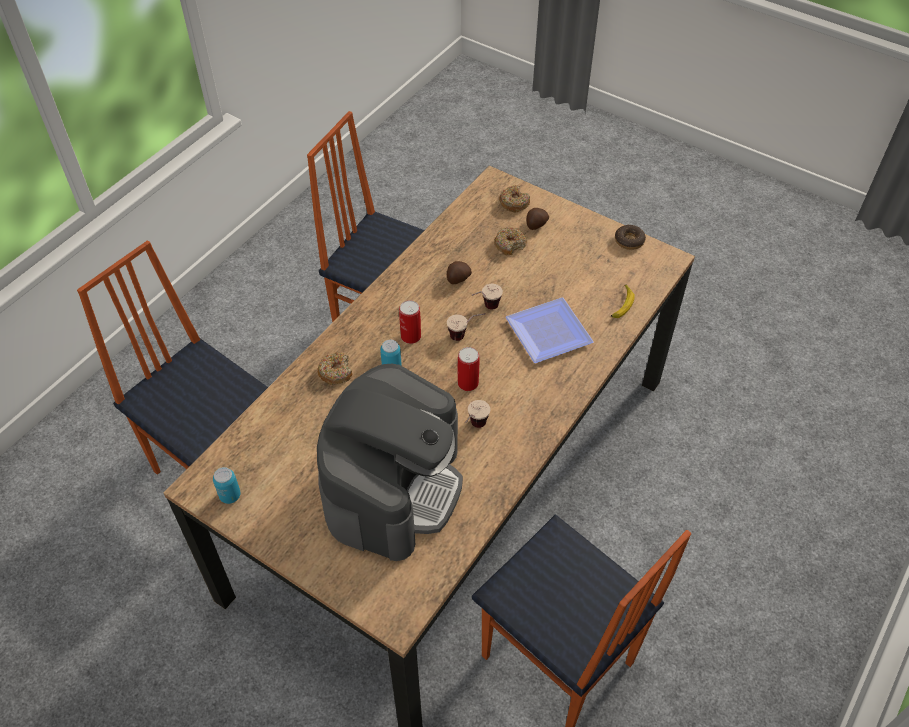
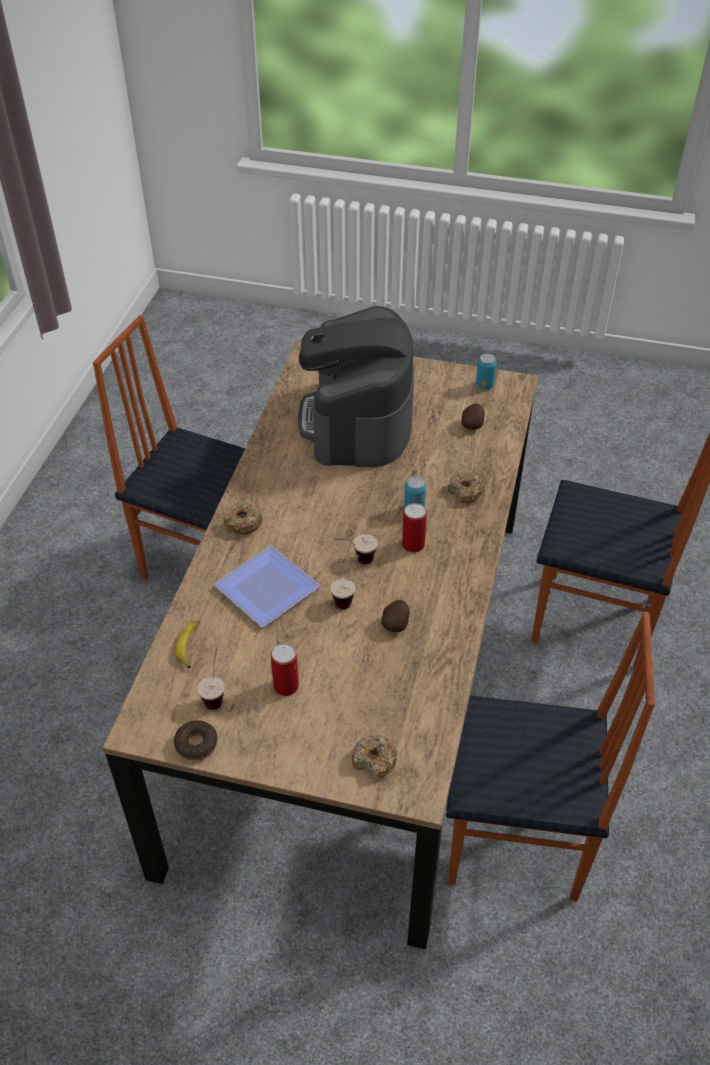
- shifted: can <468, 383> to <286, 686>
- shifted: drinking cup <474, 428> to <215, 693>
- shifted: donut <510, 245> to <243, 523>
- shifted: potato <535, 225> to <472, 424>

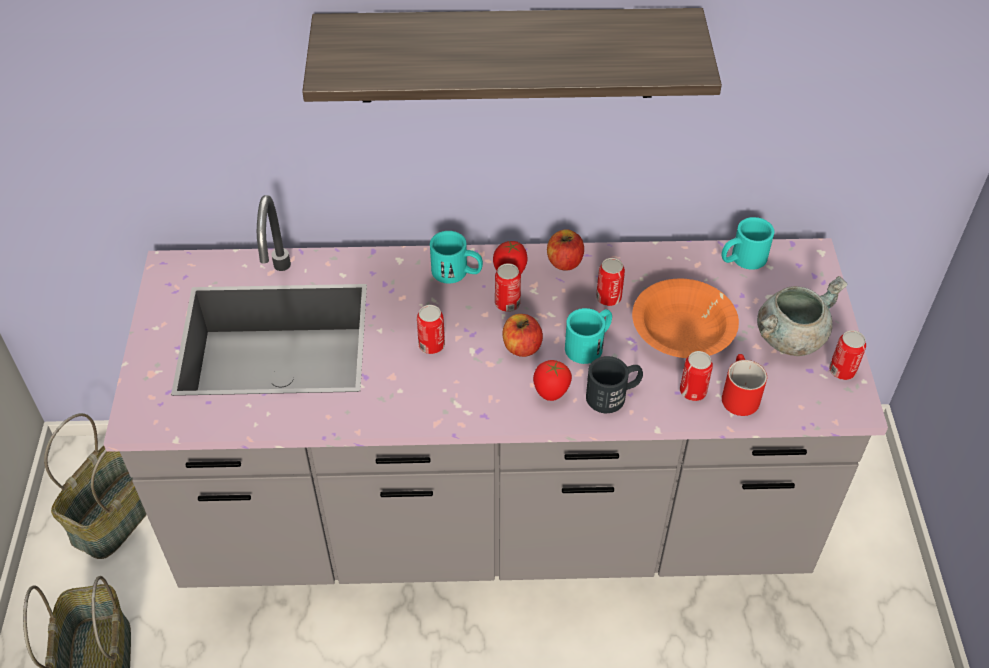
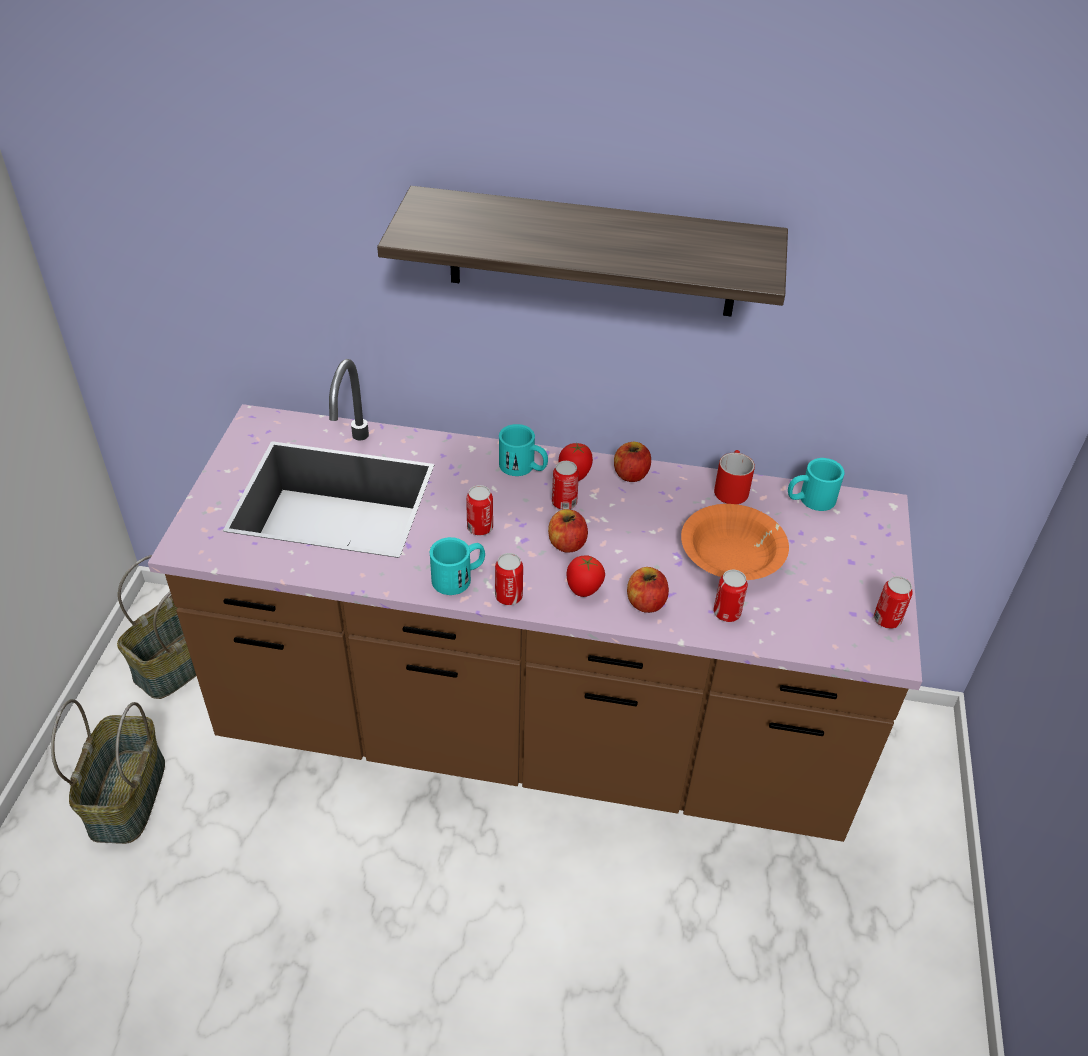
- gone: greyish saucepot <790, 337>
- shifted: turquoise tea mug <589, 344> to <459, 577>
- shifted: can <608, 298> to <508, 596>
- shifted: red tea mug <737, 394> to <730, 488>
- swapped: black-coloured tea mug <613, 395> to apple <645, 602>
- repainted: greyish kitchen base unit <494, 519> to brown kitchen base unit <536, 732>

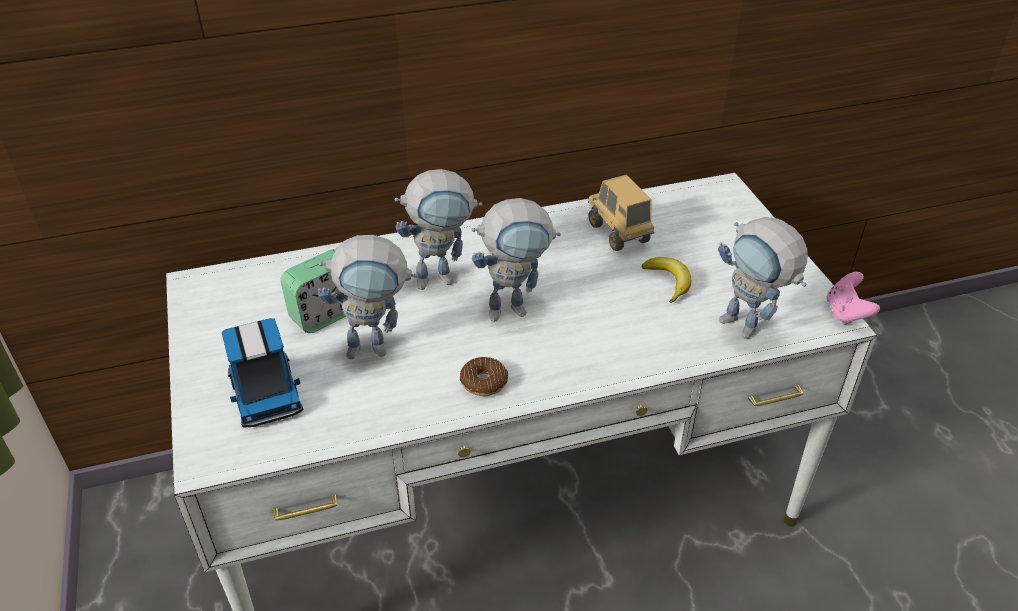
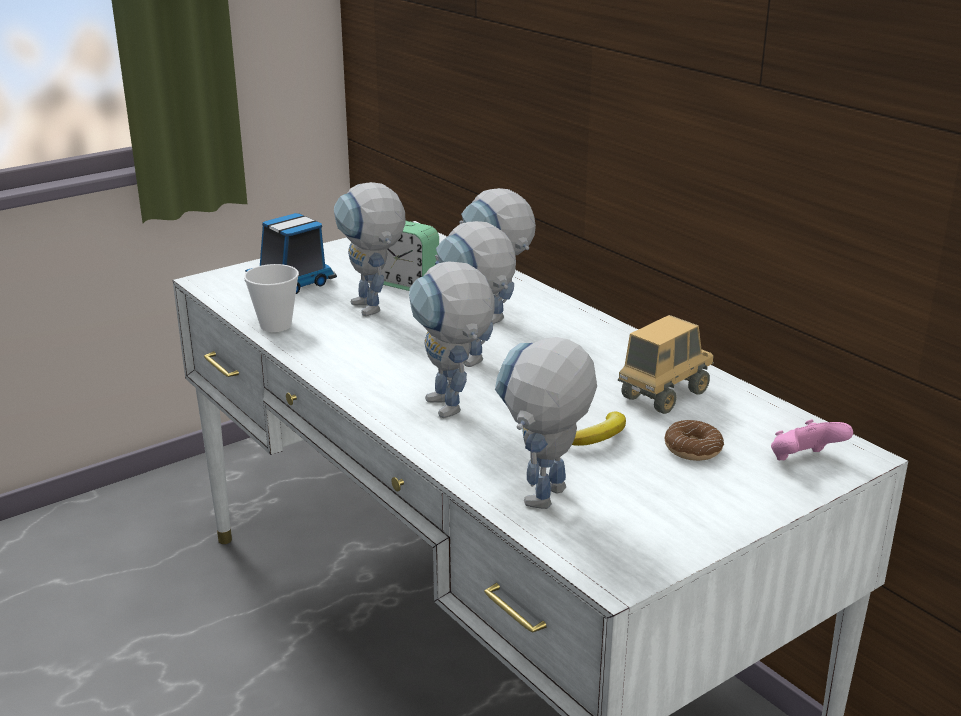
- new: drinking cup <275, 325>
- new: toy robot <452, 411>
- shifted: donut <484, 382> to <693, 449>
- shifted: pink-coloured joypad <846, 313> to <804, 461>

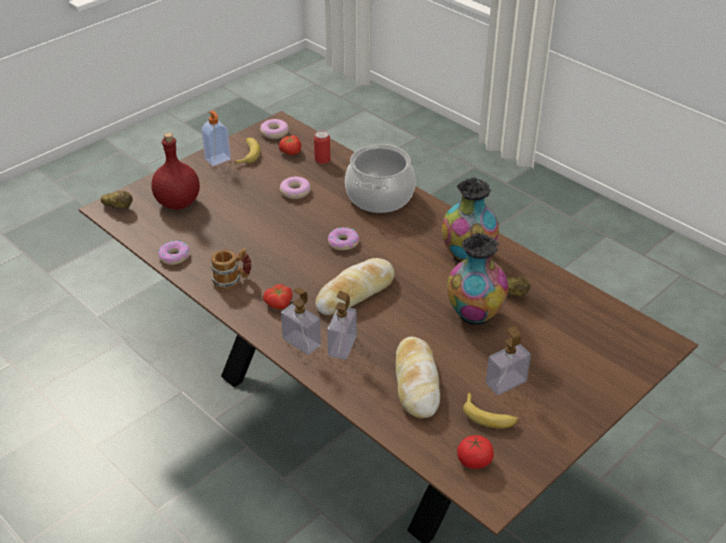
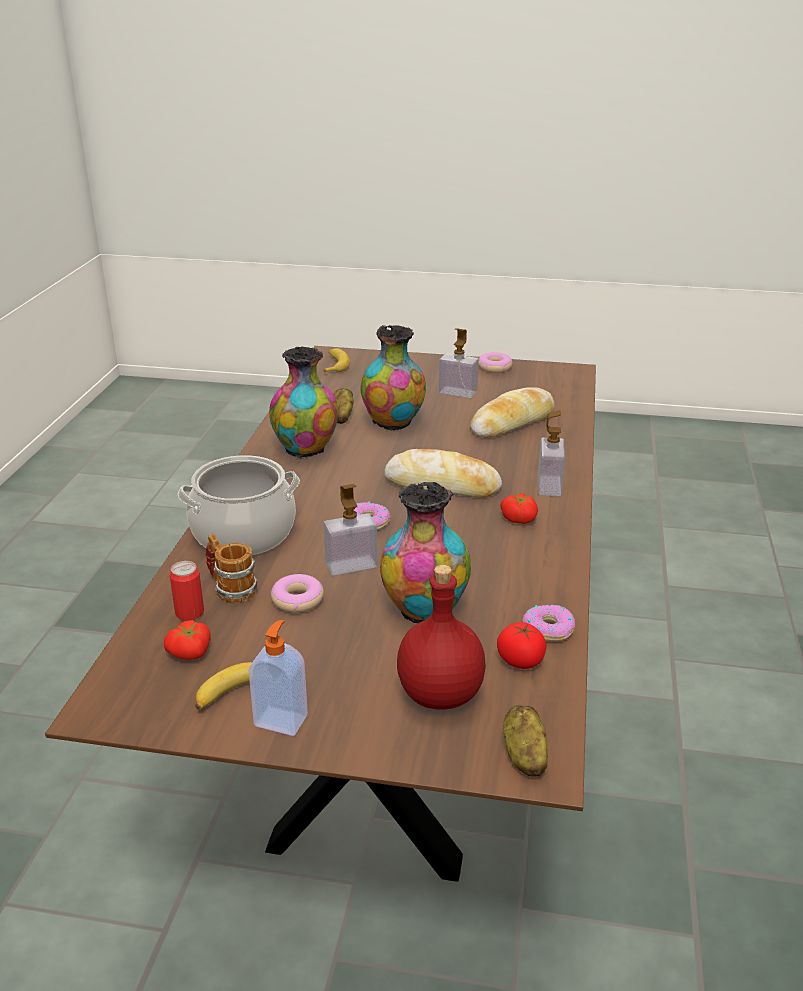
- new: vase <424, 610>
- shifted: tea mug <232, 280> to <230, 588>
- shifted: donut <274, 133> to <494, 368>
- shifted: soap dispenser <342, 346> to <351, 565>
- shifted: fresh tomato <474, 461> to <520, 661>
- shifted: whole banana <489, 416> to <334, 365>

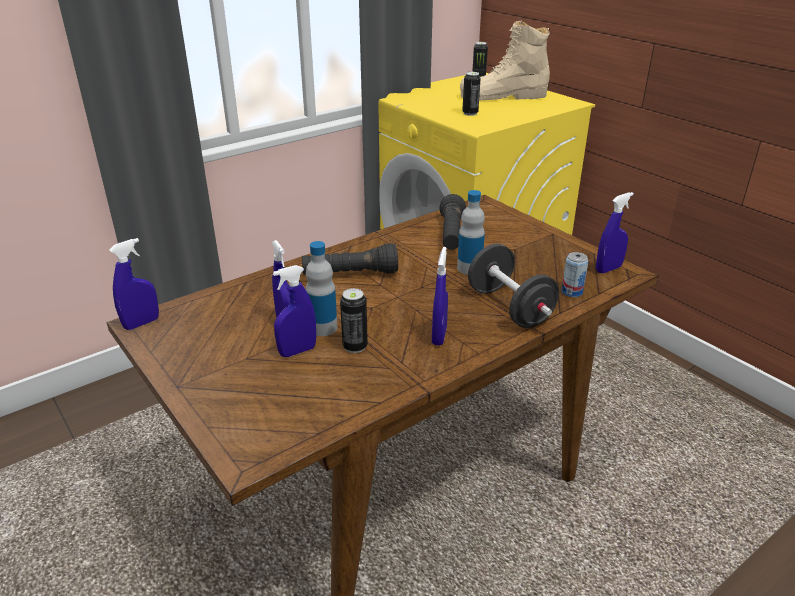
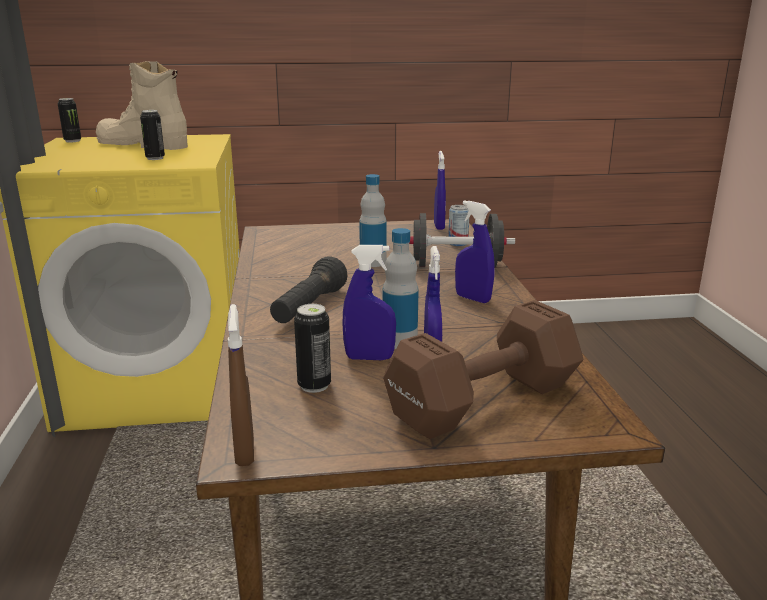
- gone: black-coloured hand torch <451, 234>
- new: brown hand weight <488, 400>
- shifted: can <355, 346> to <314, 385>
- repainted: blue spray bottle <141, 323> to brown spray bottle <244, 451>
- rotated: beige-coloured tall boot <503, 96> = <142, 145> 90 degrees clockwise

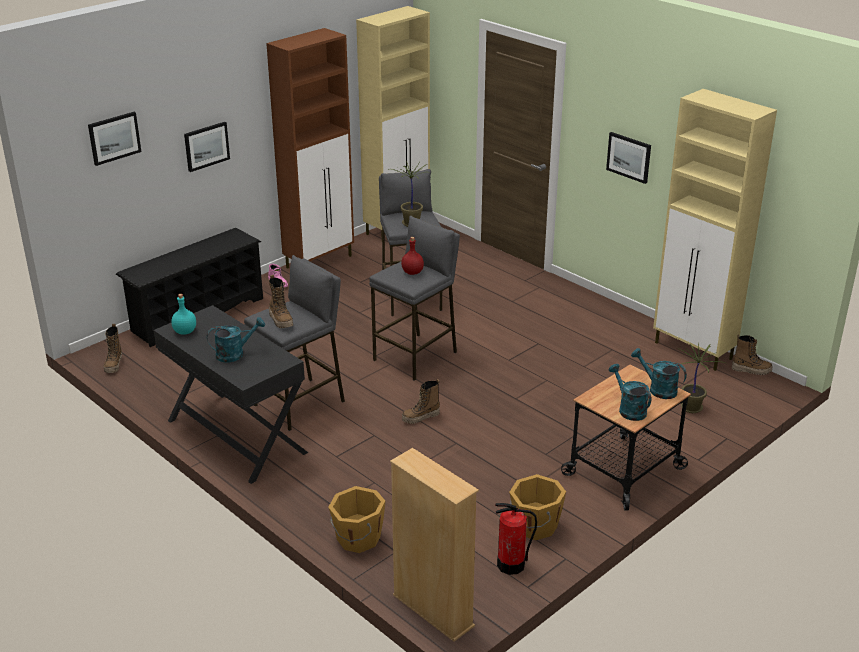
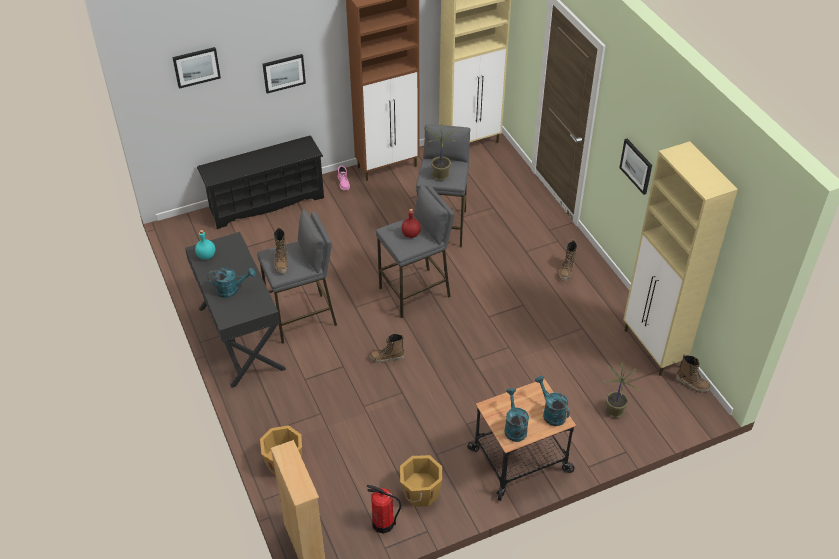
- shifted: tall boot <114, 365> to <566, 271>

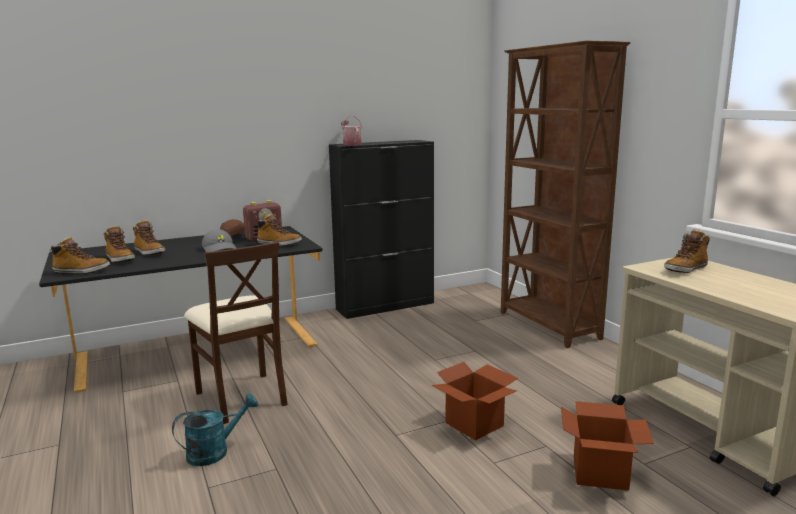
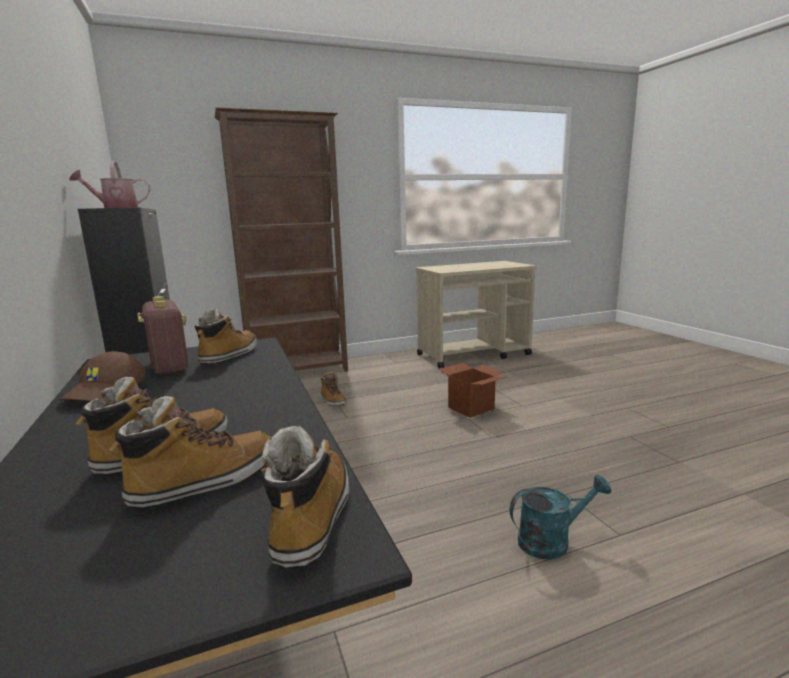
- gone: beige-coloured plain chair <242, 397>
- gone: greyish peaked cap <220, 249>
- gone: cardboard box <600, 473>
- shifted: tall boot <685, 269> to <333, 401>
- rotated: turquoise watering can <215, 452> = <551, 541> 105 degrees clockwise

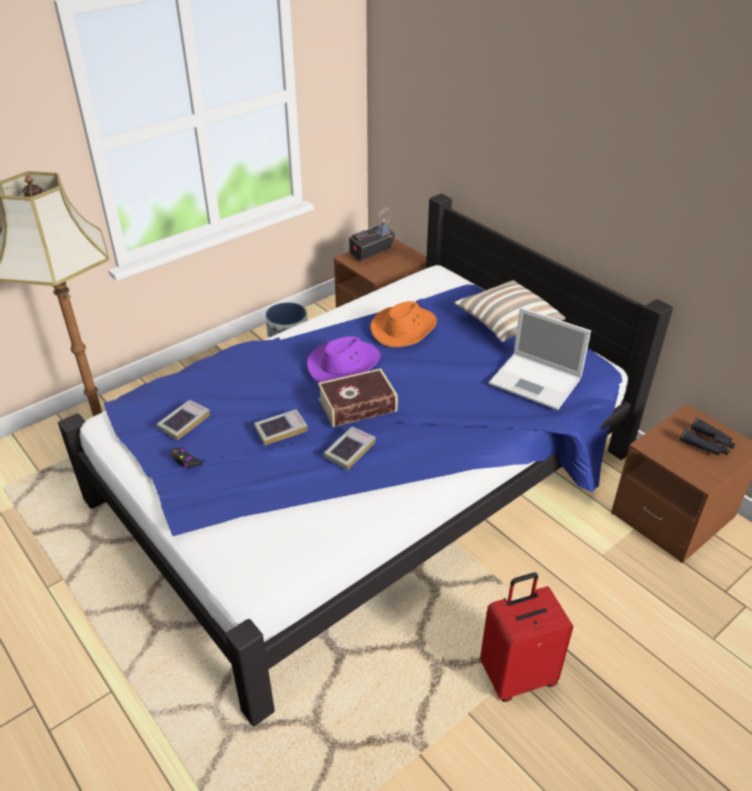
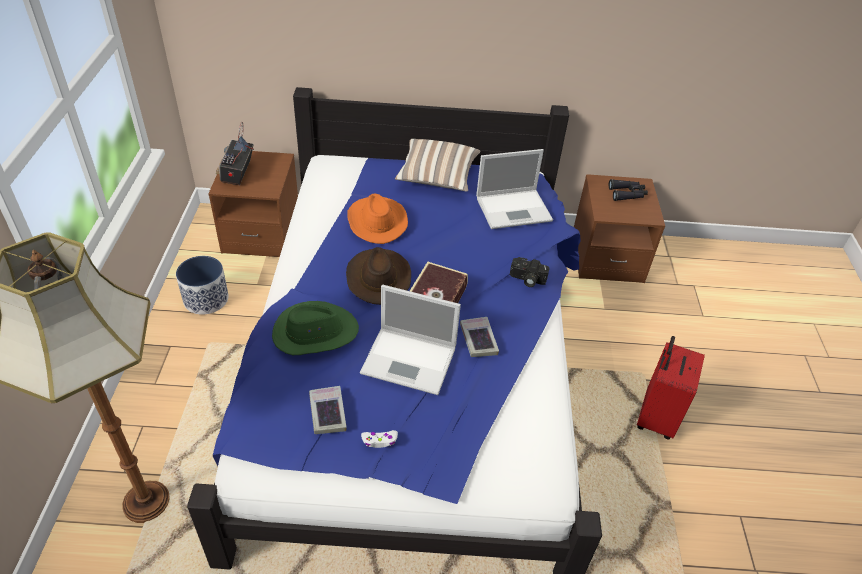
- new: green wearable hat <315, 332>
- new: still camera <527, 280>
- swapped: book <281, 430> to portable computer <410, 360>
- repainted: black-coloured joypad <186, 461> to whitish joypad <379, 441>
- repainted: purple-coloured wearable hat <344, 364> to brown wearable hat <378, 277>

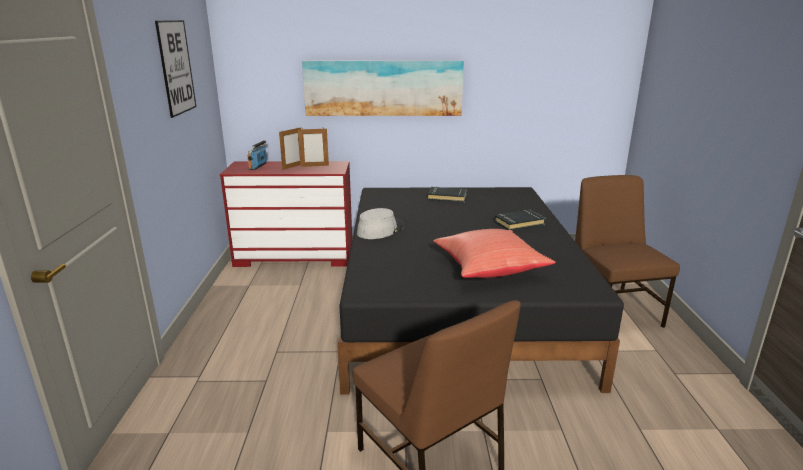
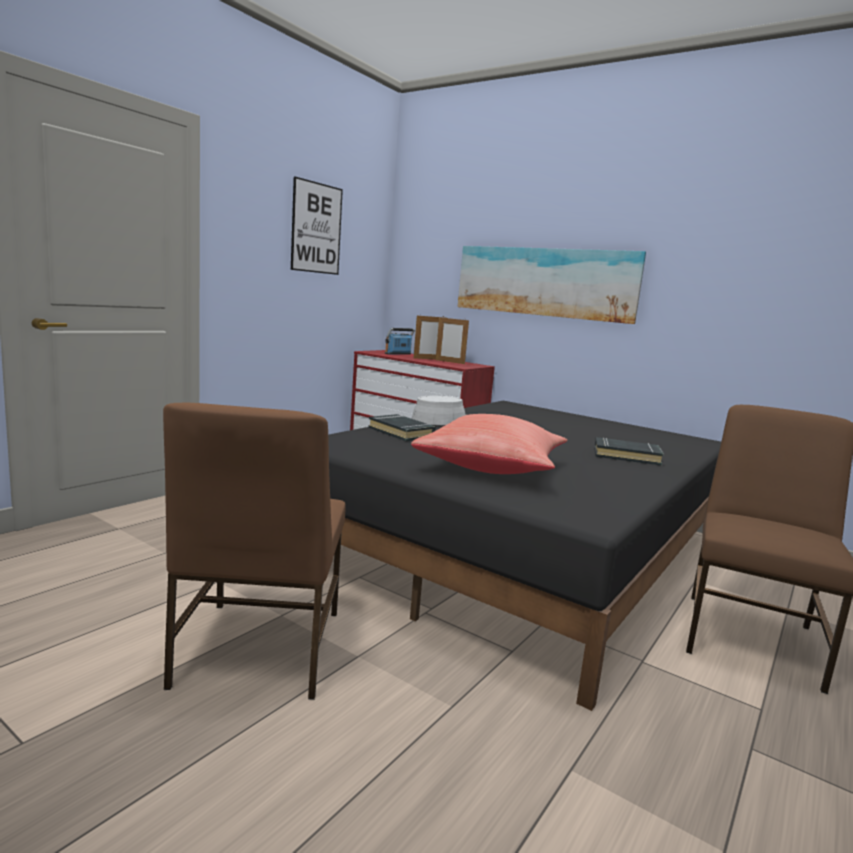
- shifted: black-coloured book <447, 197> to <401, 432>

